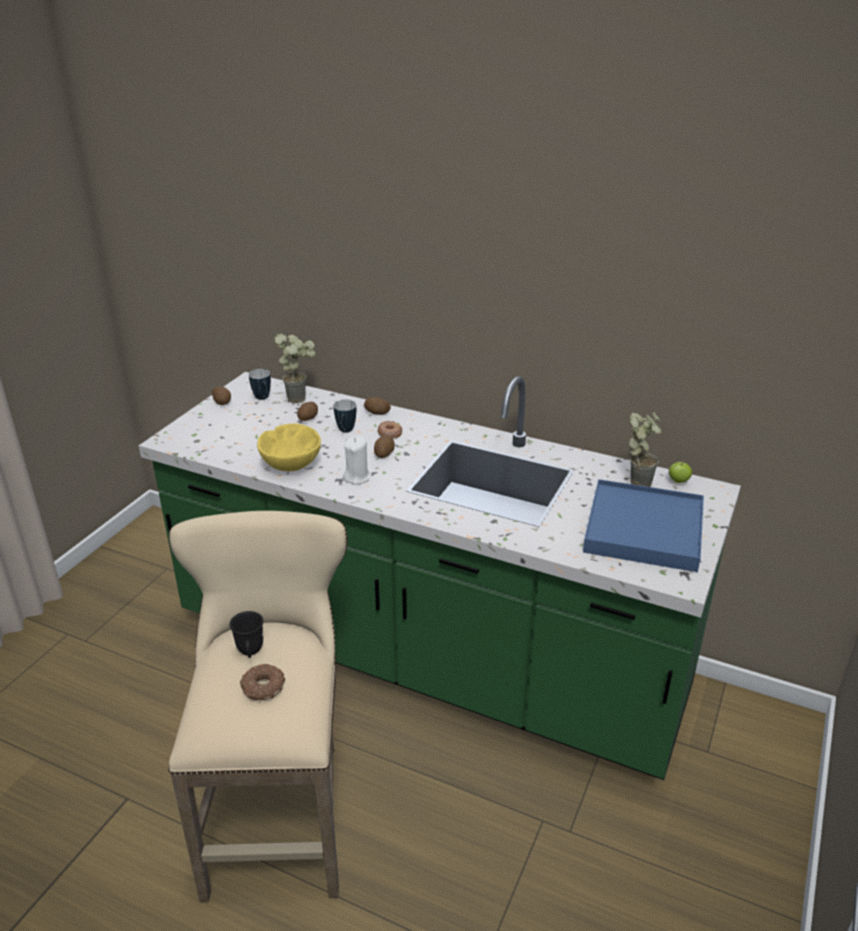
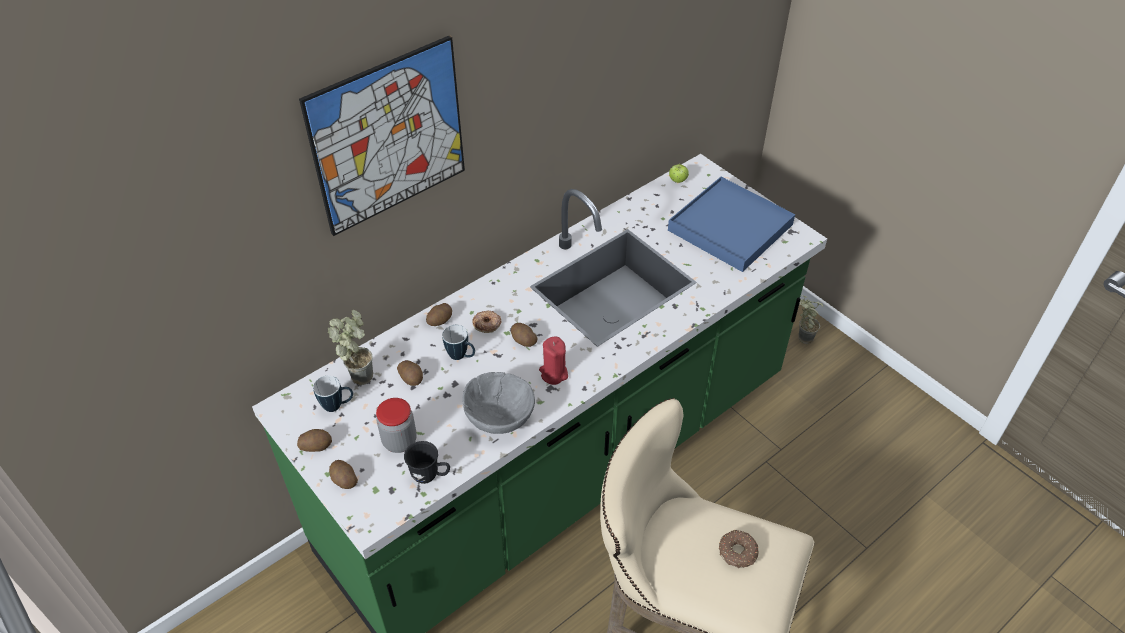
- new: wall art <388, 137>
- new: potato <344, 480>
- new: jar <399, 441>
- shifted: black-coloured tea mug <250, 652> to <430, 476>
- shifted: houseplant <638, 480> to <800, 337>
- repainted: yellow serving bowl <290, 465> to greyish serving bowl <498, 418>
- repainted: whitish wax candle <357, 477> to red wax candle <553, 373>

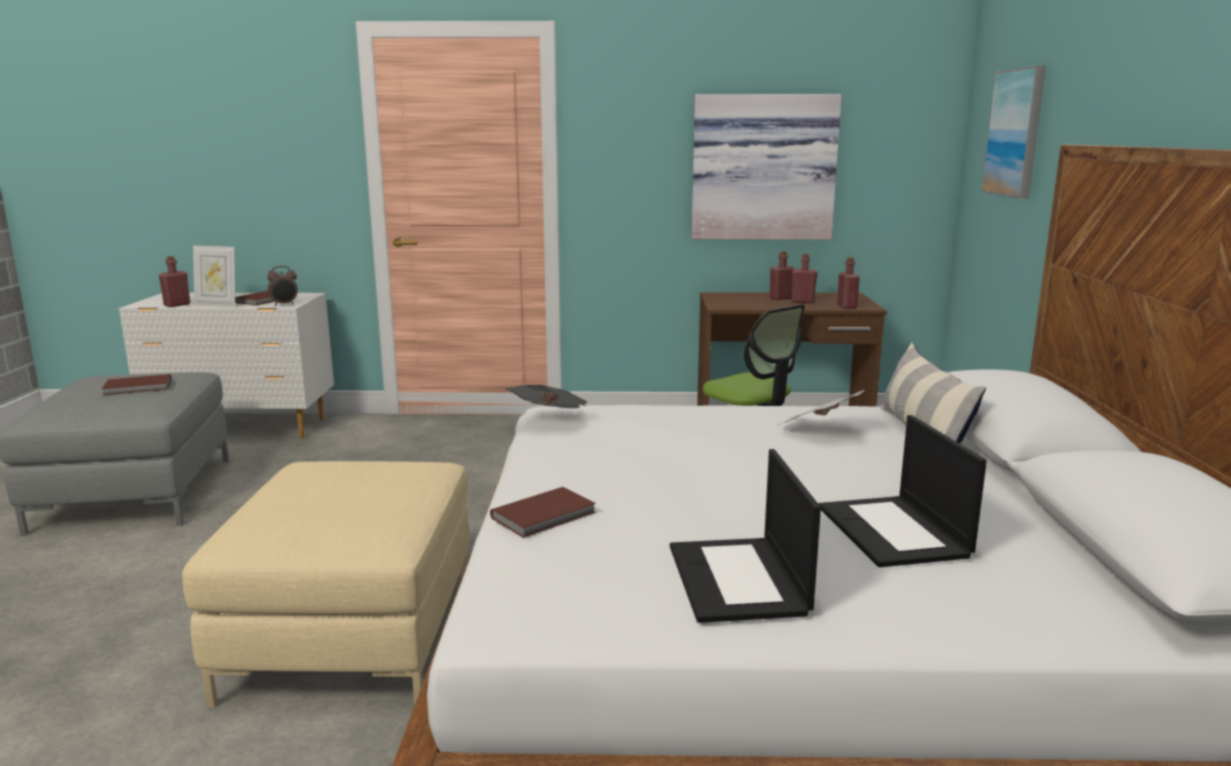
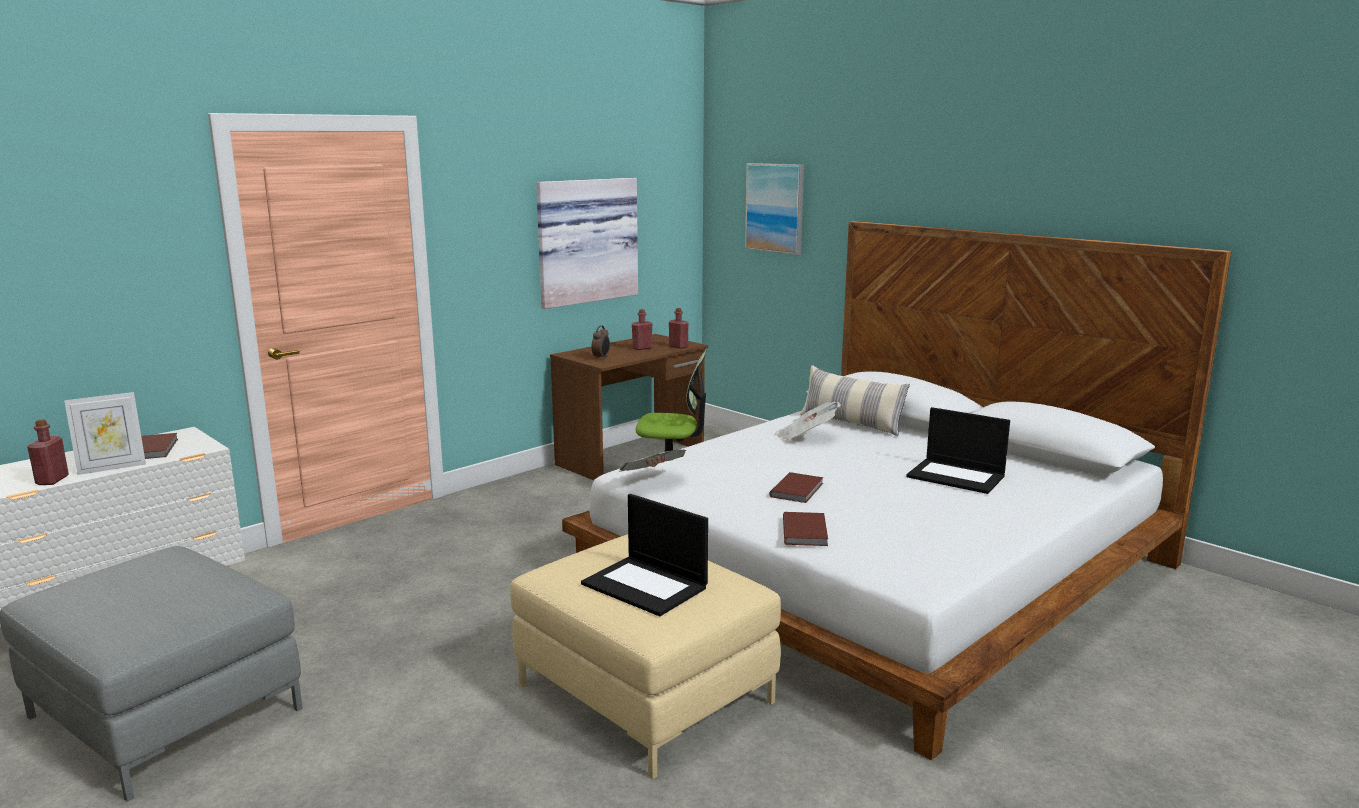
- gone: red beverage bottle <781, 298>
- shifted: brown book <138, 387> to <798, 490>
- shifted: table clock <284, 304> to <601, 358>
- shifted: portable computer <739, 580> to <646, 586>

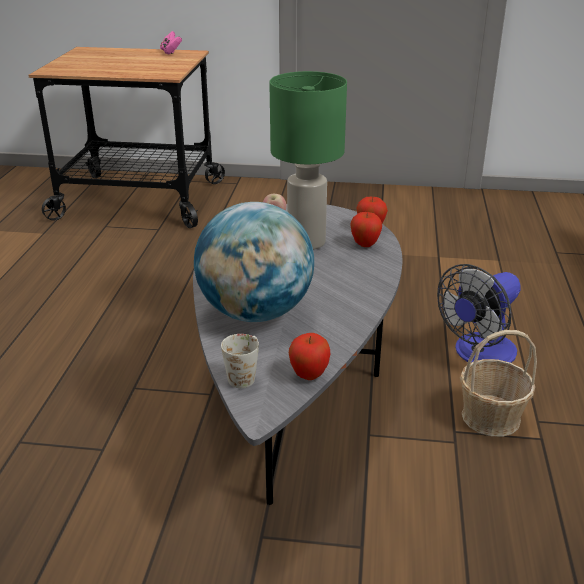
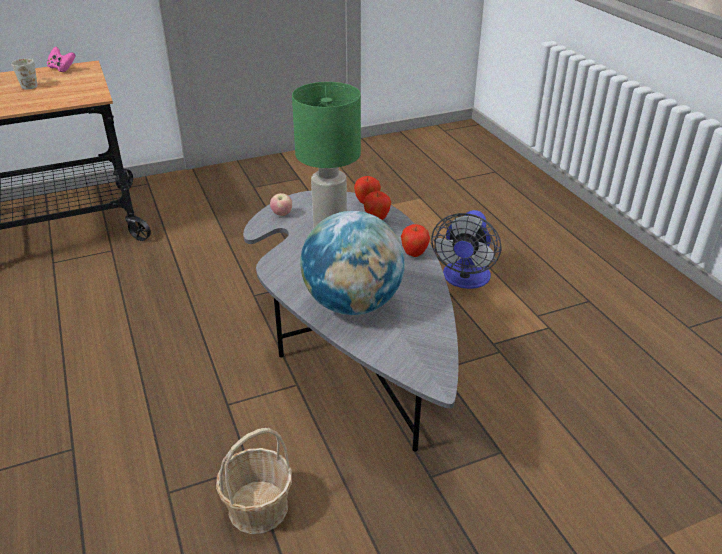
- shifted: whitish tea mug <245, 375> to <30, 84>
- shifted: apple <309, 375> to <414, 254>
- shifted: basket <490, 417> to <257, 508>

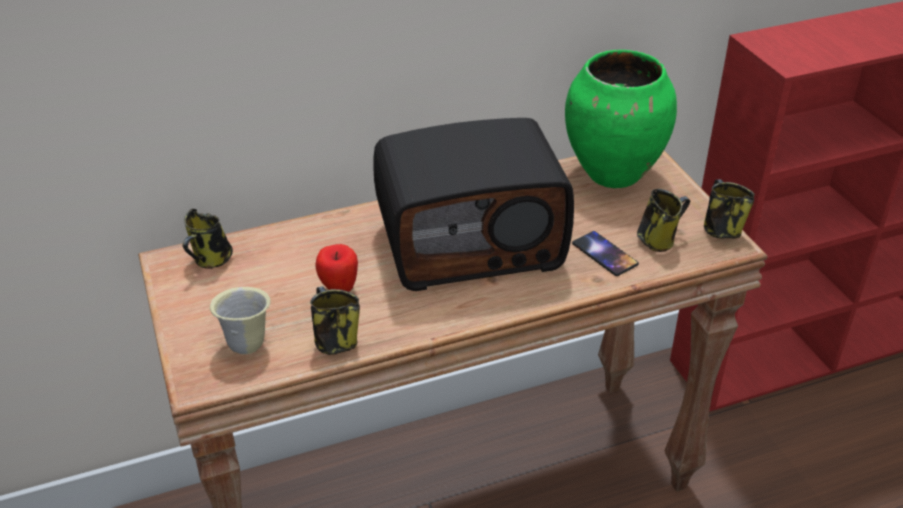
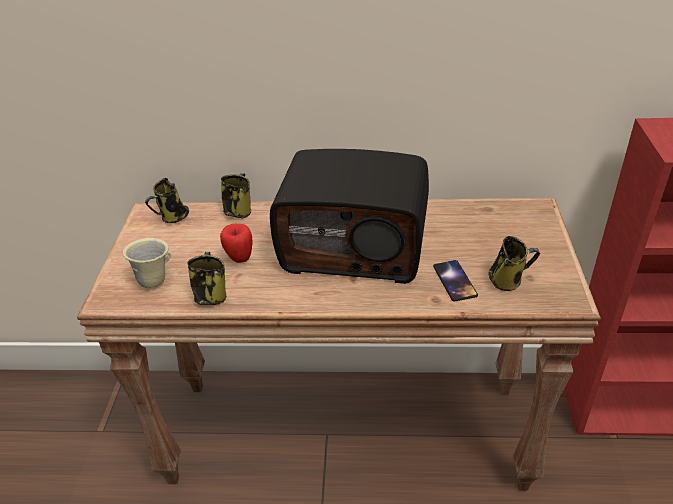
- gone: green vase <614, 175>
- shifted: tea mug <721, 230> to <239, 211>

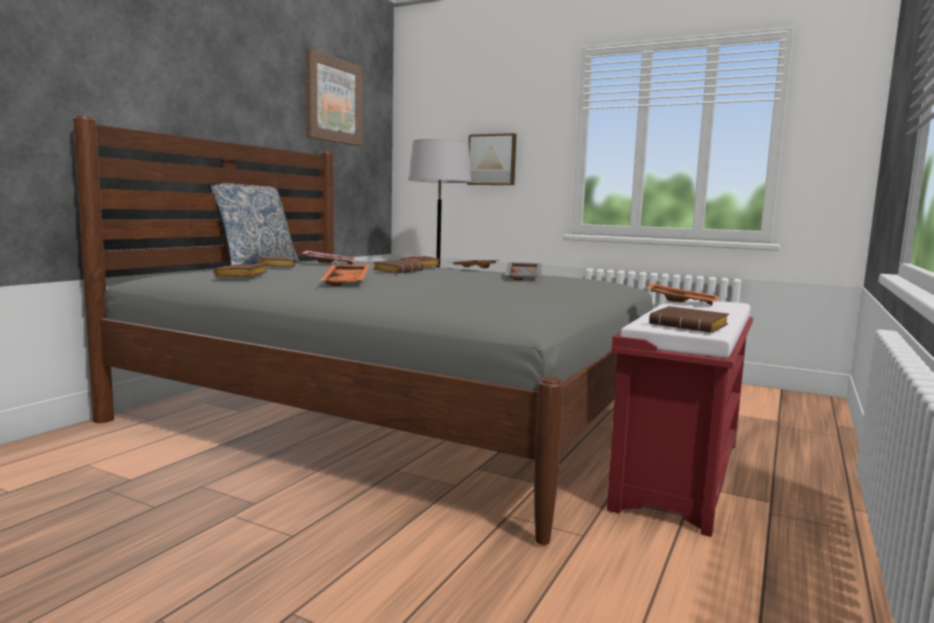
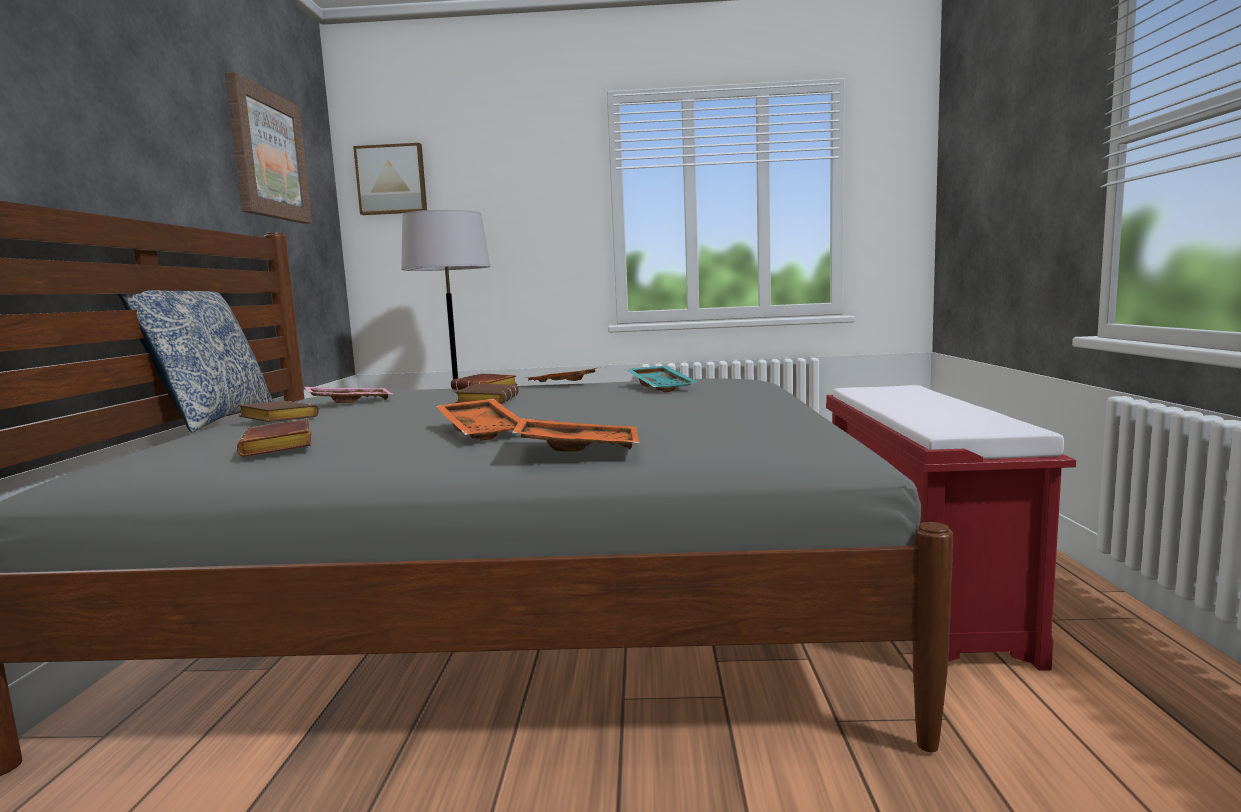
- gone: brown book <690, 326>
- shifted: wall art <492, 160> to <392, 180>
- shifted: orangey carrying tray <682, 302> to <578, 447>
- repainted: greyish carrying tray <524, 277> to turquoise carrying tray <662, 387>

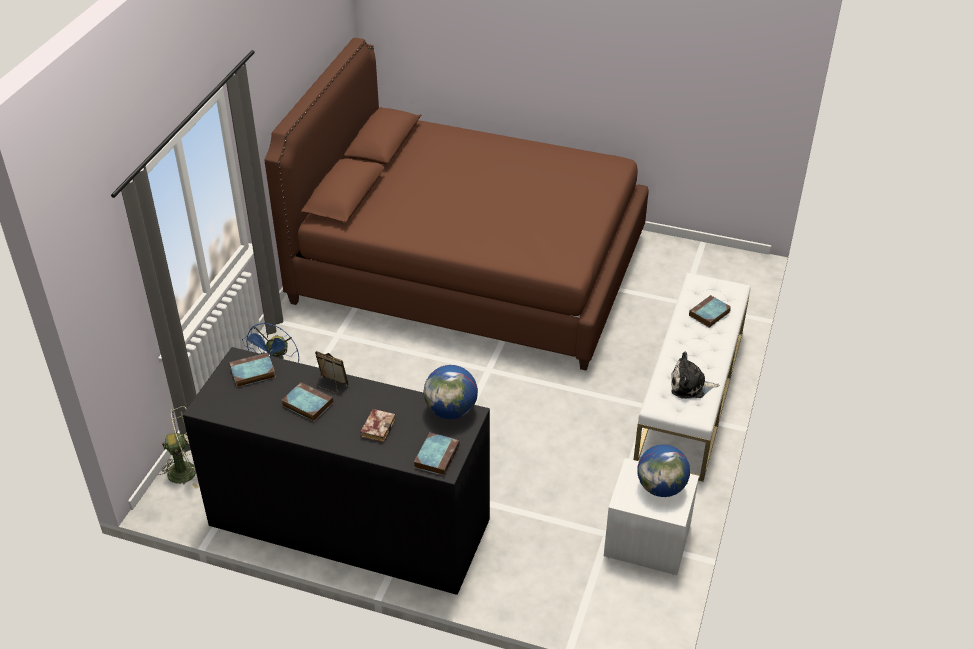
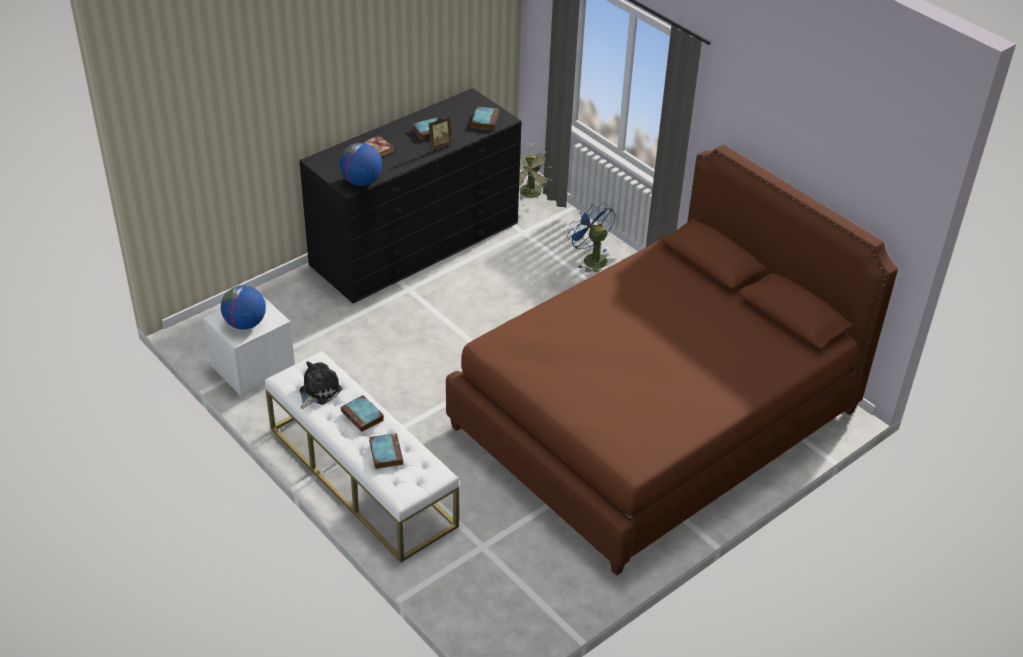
- shifted: book <437, 456> to <363, 416>

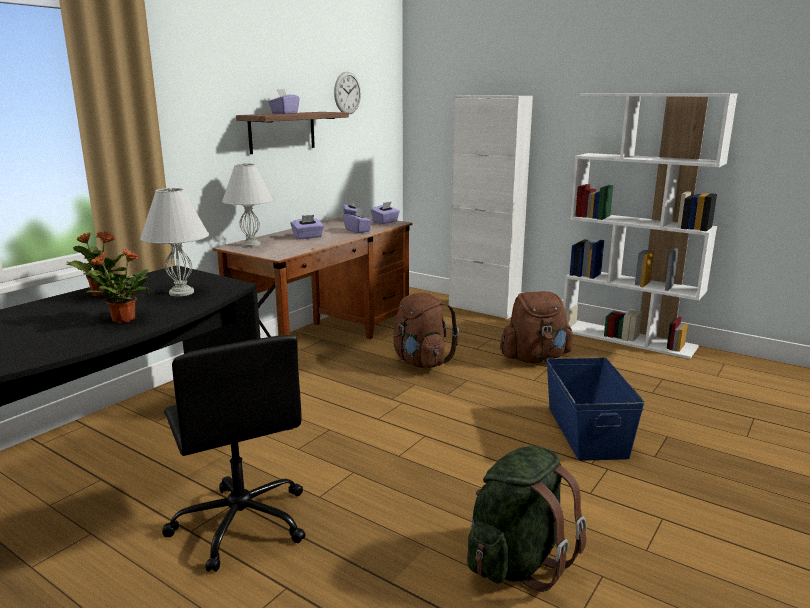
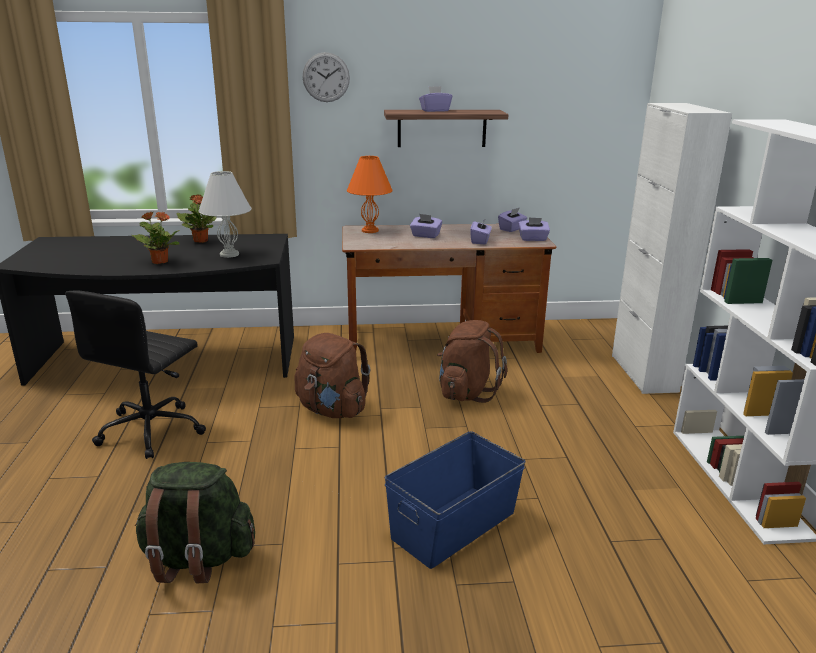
- shifted: hanging clock <347, 93> to <326, 77>
- shifted: brown rucksack <535, 359> to <332, 410>
- repainted: whitish lamp for a table <251, 244> to orangey lamp for a table <370, 230>

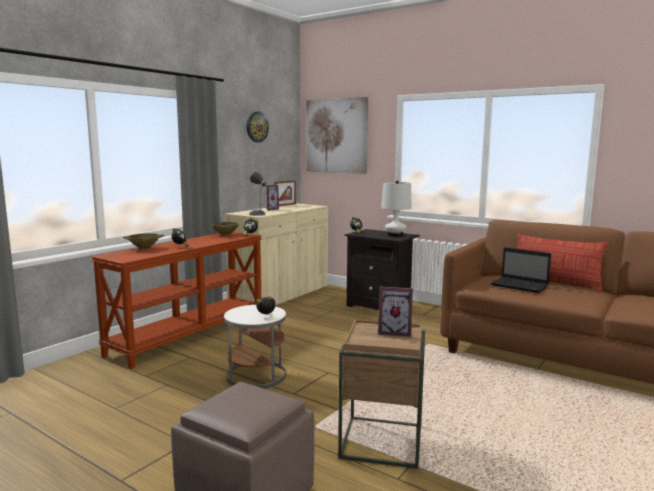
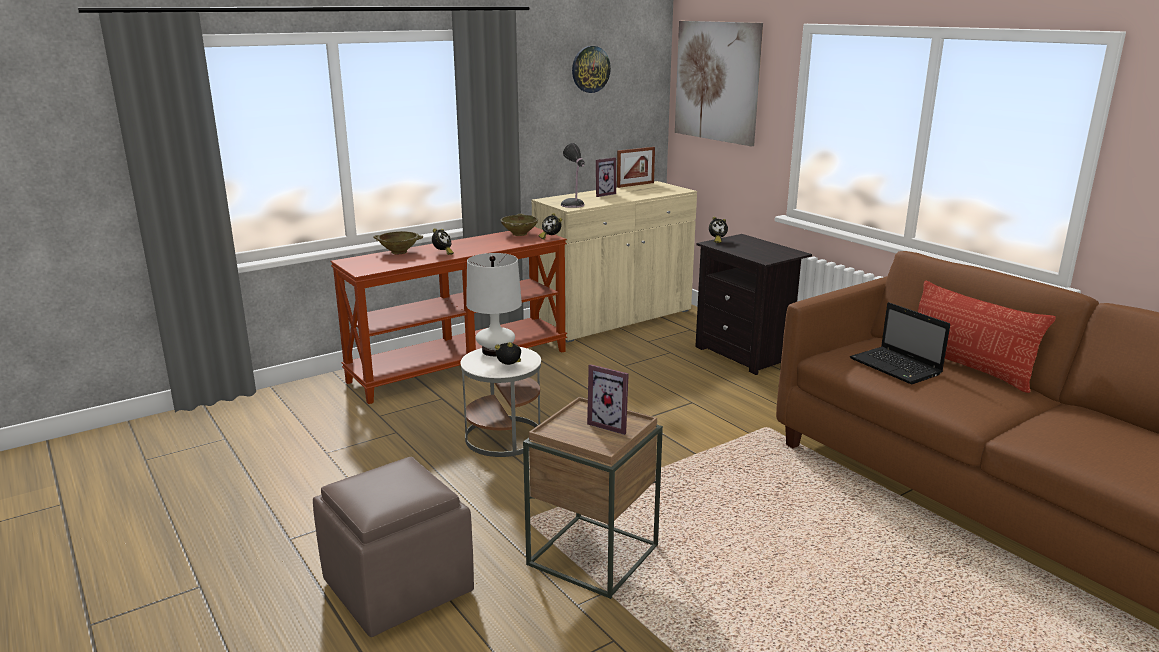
- shifted: whitish lamp for a table <395, 235> to <496, 351>

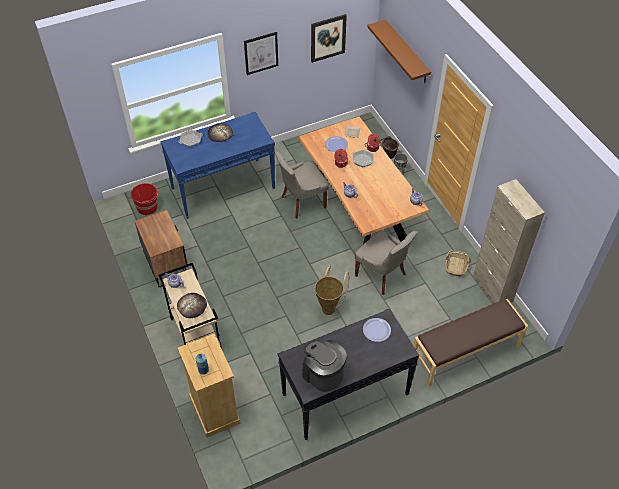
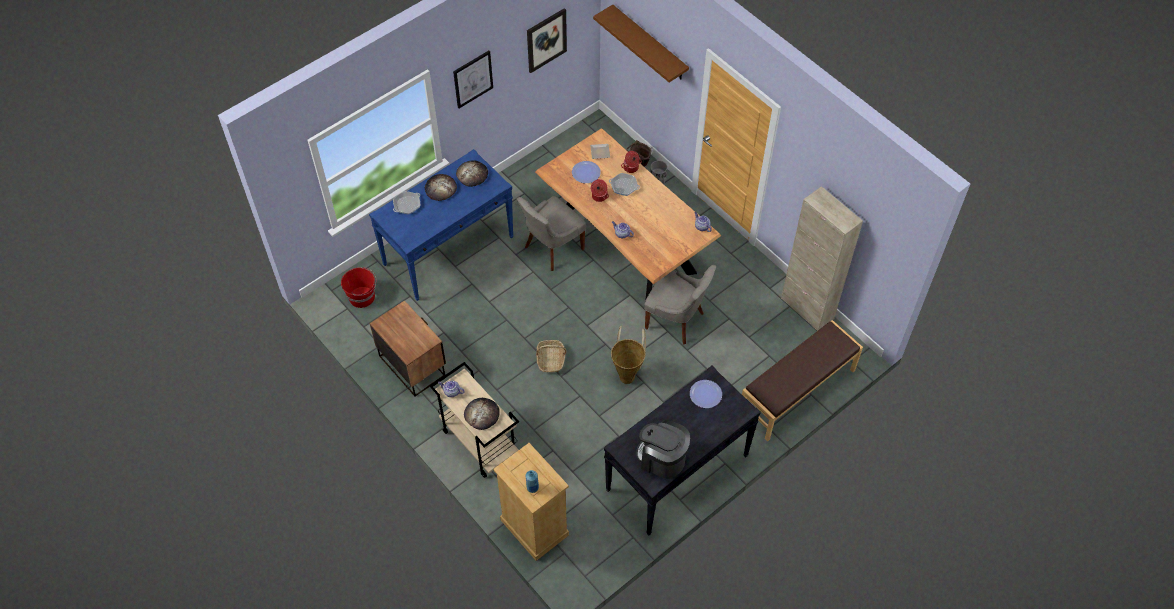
- new: bakery bread <472, 174>
- shifted: basket <455, 266> to <550, 360>

